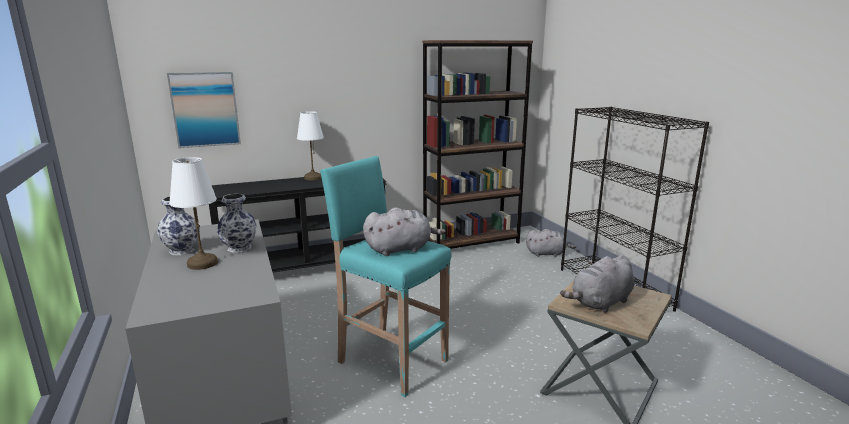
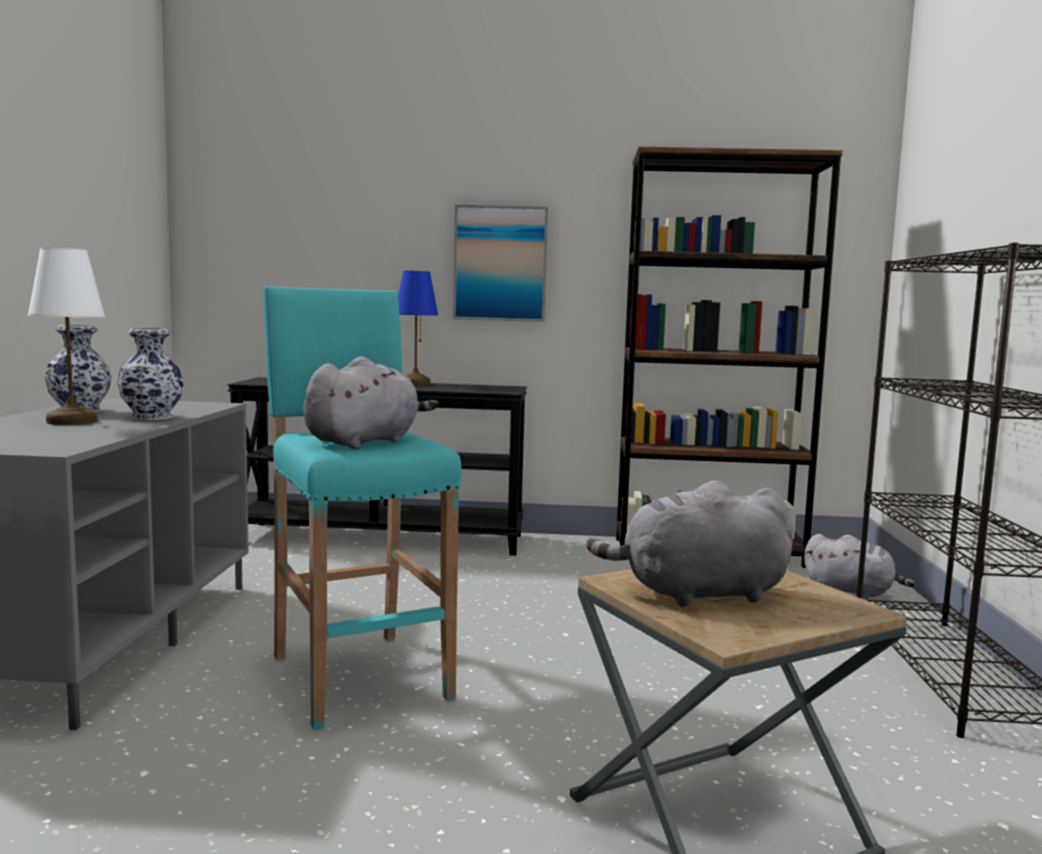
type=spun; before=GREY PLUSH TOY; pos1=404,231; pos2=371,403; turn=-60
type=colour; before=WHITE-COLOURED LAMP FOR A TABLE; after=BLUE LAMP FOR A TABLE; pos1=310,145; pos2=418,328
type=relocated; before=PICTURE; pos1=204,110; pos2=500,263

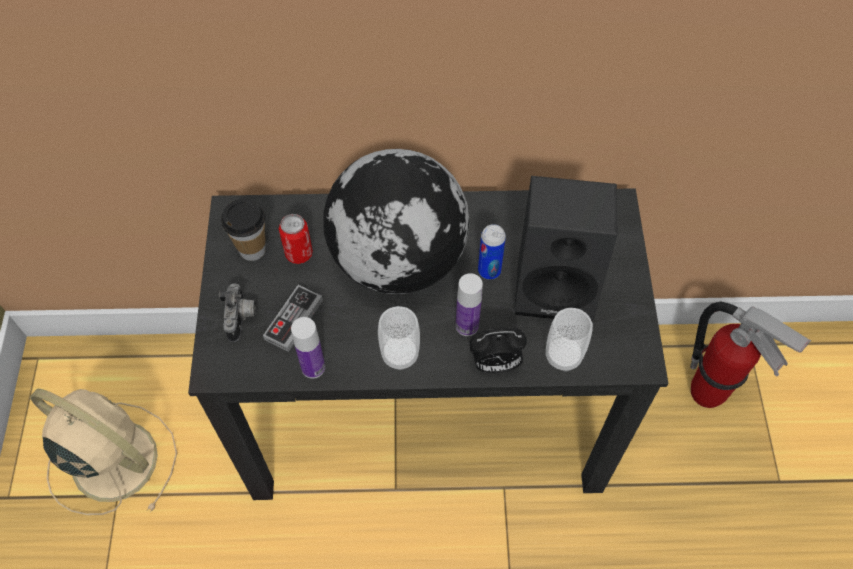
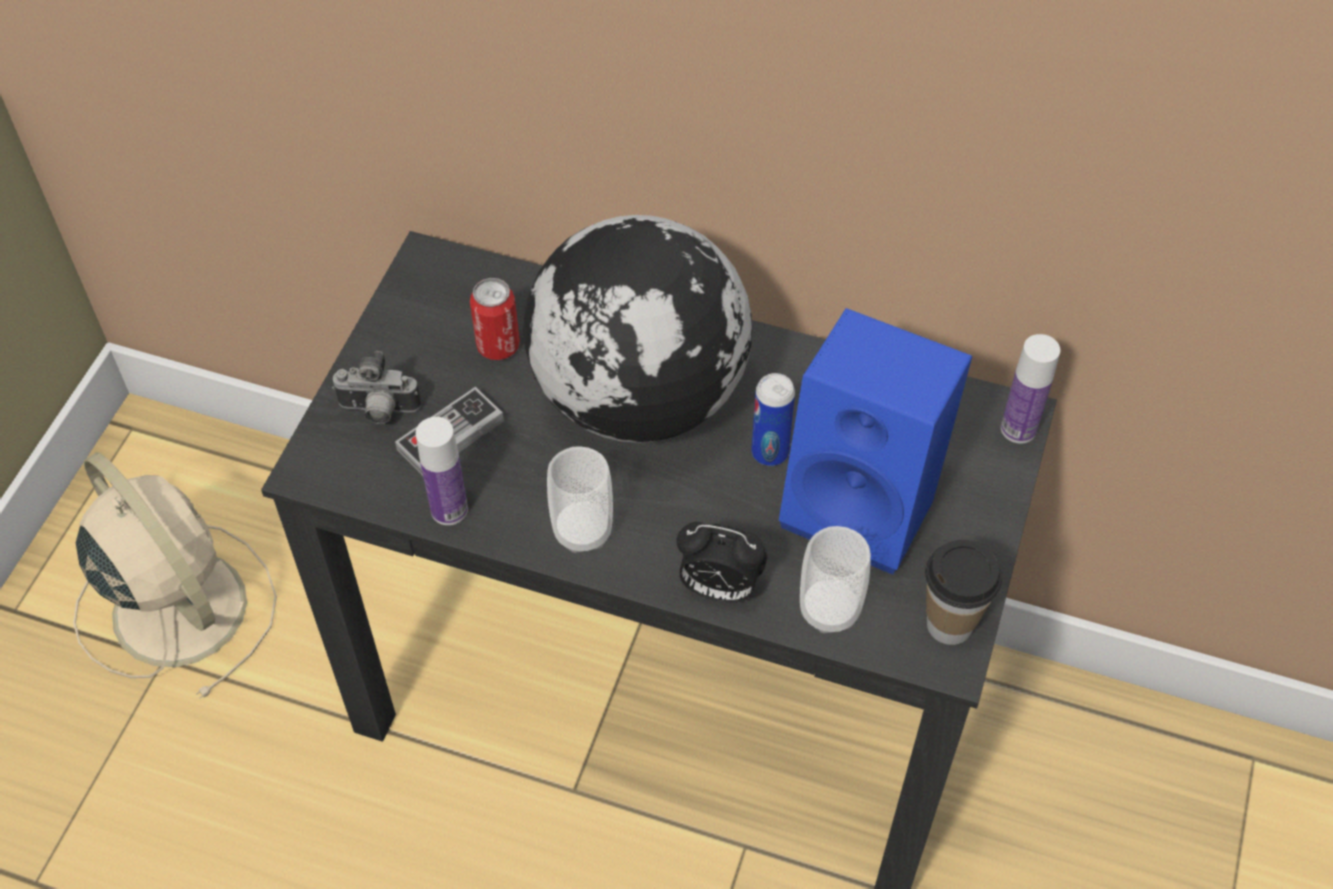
type=spun; before=STILL CAMERA; pos1=237,312; pos2=376,387; turn=75
type=colour; before=BLACK AUDIO SPEAKER; after=BLUE AUDIO SPEAKER; pos1=565,248; pos2=875,441
type=relocated; before=SMALL CUP; pos1=243,229; pos2=963,592
type=relocated; before=BEVERAGE BOTTLE; pos1=469,304; pos2=1030,388
type=missing; before=FIRE EXTINGUISHER; pos1=750,354

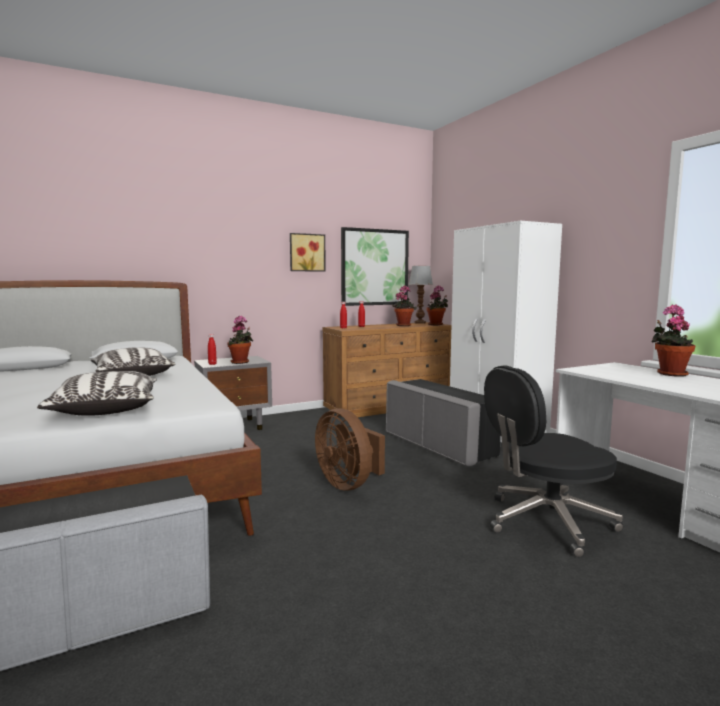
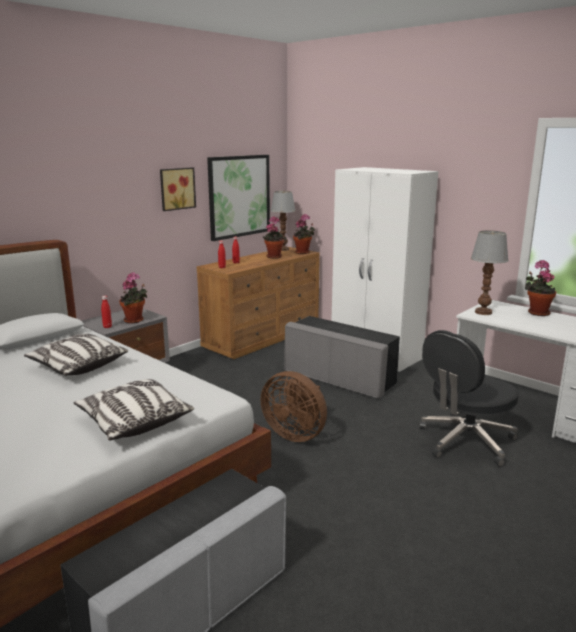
type=appeared; after=LAMP FOR A TABLE; pos2=490,272

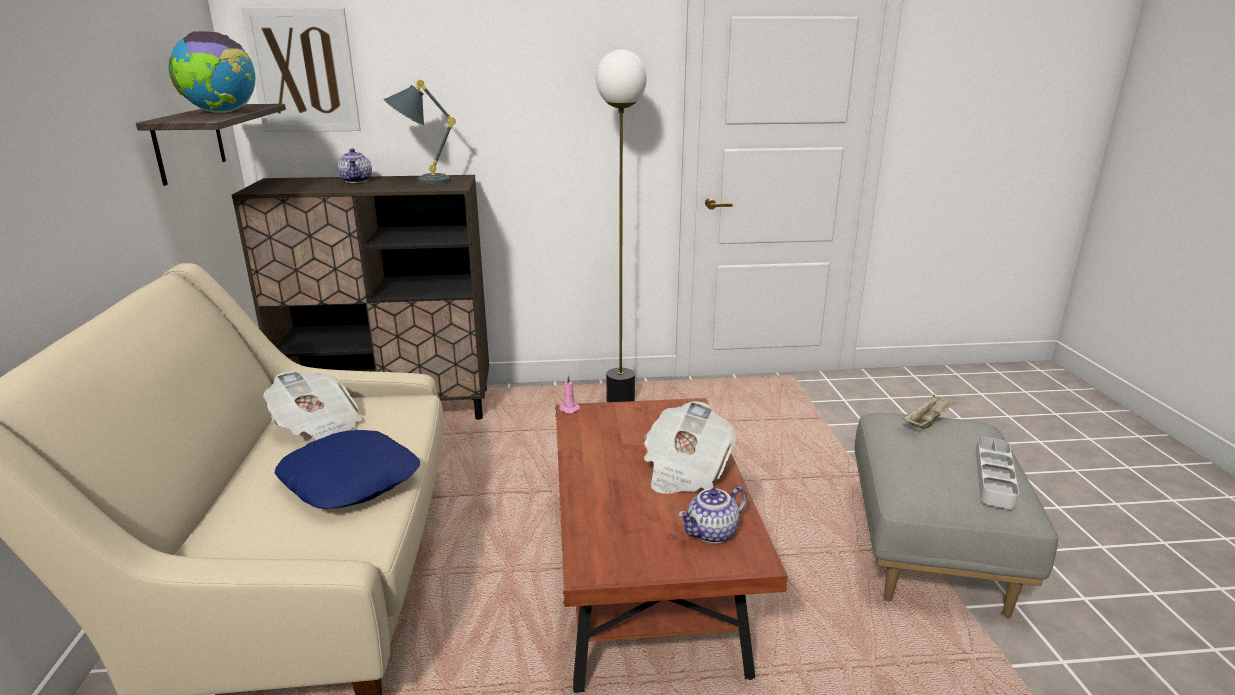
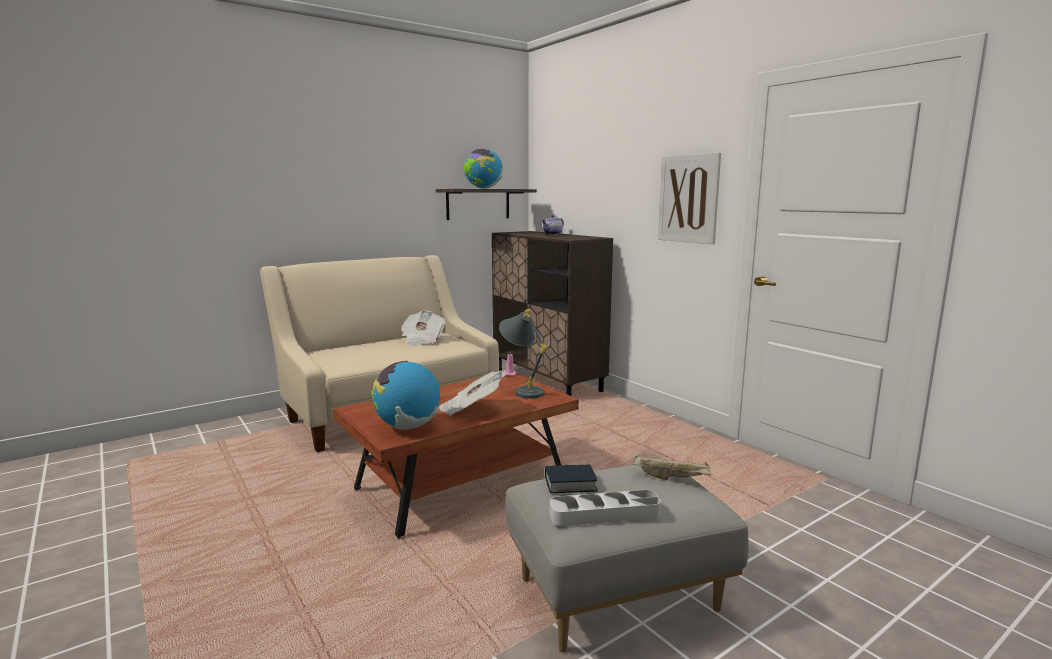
type=exchanged; before=POT FOR TEA; after=WORLD GLOBE; pos1=712,515; pos2=406,395
type=relocated; before=GREY LAMP FOR A TABLE; pos1=420,132; pos2=523,353
type=appeared; after=BOUND BOOK; pos2=571,479
type=relocated; before=PICTURE; pos1=301,69; pos2=689,198
type=missing; before=BLUE PILLOW; pos1=347,469
type=missing; before=STANDARD LAMP; pos1=621,225

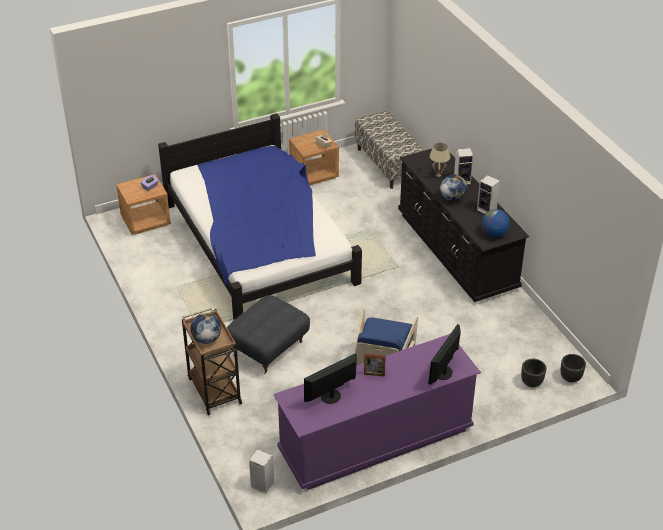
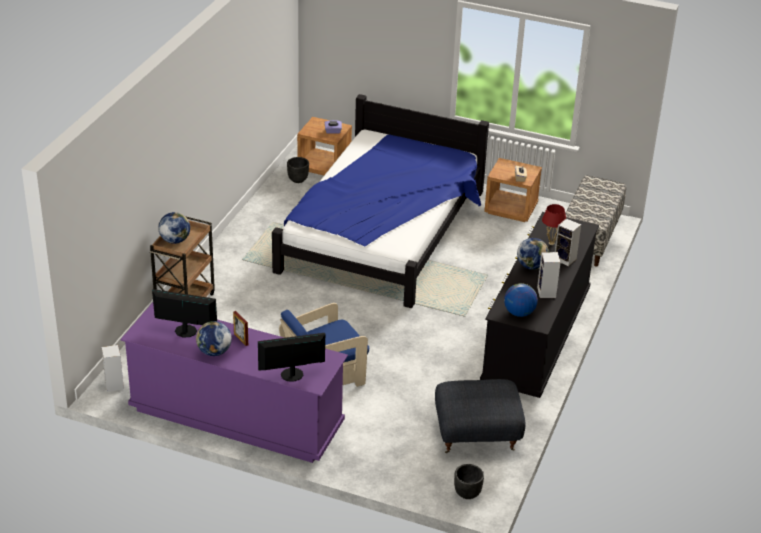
type=appeared; after=WORLD GLOBE; pos2=214,338
type=relocated; before=BLACK PLANT POT; pos1=533,373; pos2=298,170
type=relocated; before=GREY FOOTREST; pos1=268,334; pos2=480,416
type=colour; before=SAND-COLOURED LAMP FOR A TABLE; after=RED LAMP FOR A TABLE; pos1=440,160; pos2=554,224

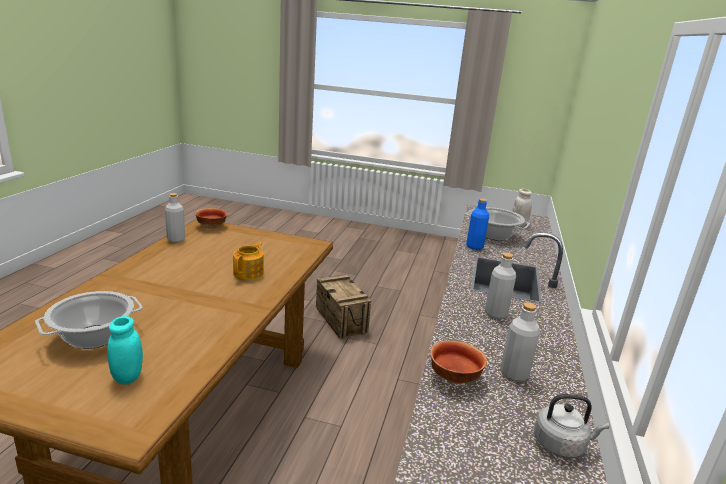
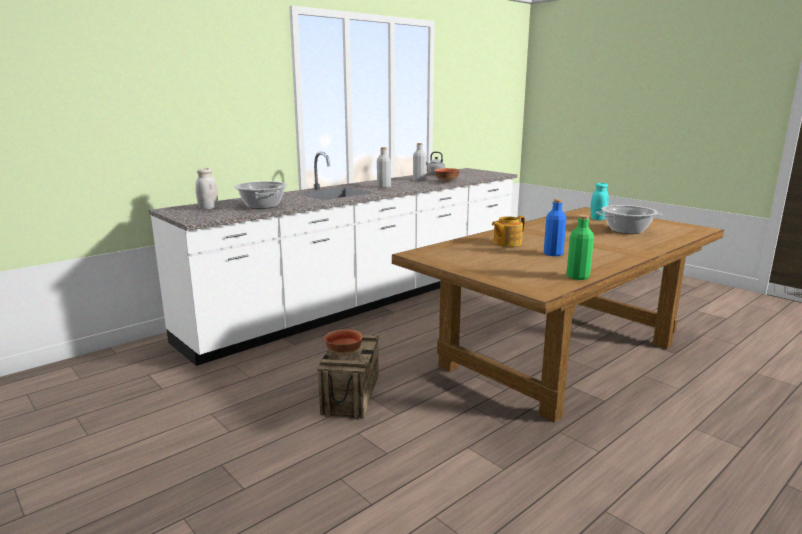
type=relocated; before=SERVING BOWL; pos1=211,218; pos2=343,342
type=relocated; before=BLUE BEVERAGE BOTTLE; pos1=477,224; pos2=555,227
type=colour; before=GREY BEVERAGE BOTTLE; after=GREEN BEVERAGE BOTTLE; pos1=175,218; pos2=580,247

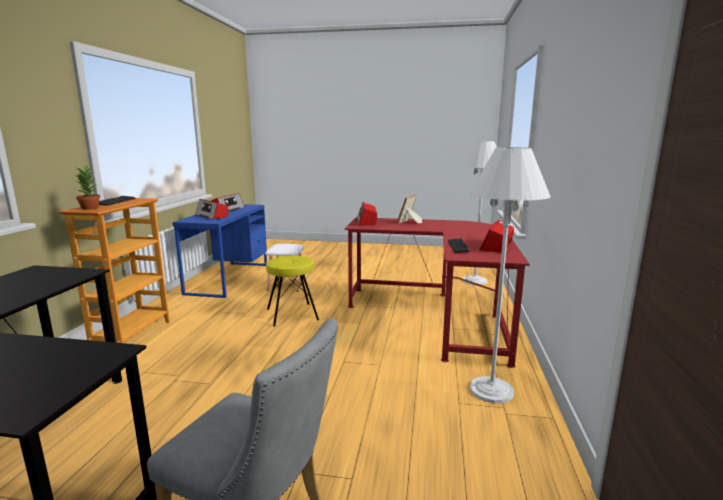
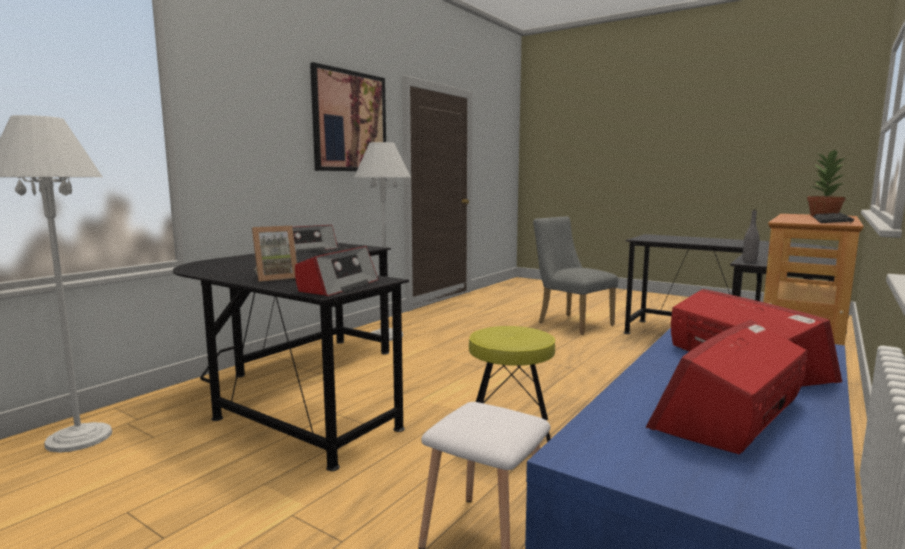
type=colour; before=RED DESK TABLE; after=BLACK DESK TABLE; pos1=437,292; pos2=291,357
type=appeared; after=PICTURE; pos2=348,116
type=appeared; after=GREY BEVERAGE BOTTLE; pos2=751,236

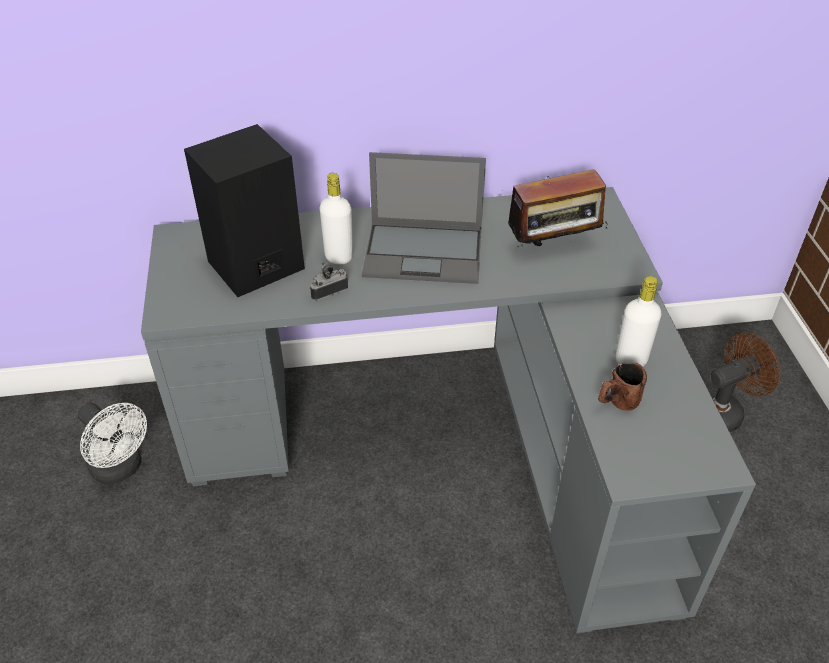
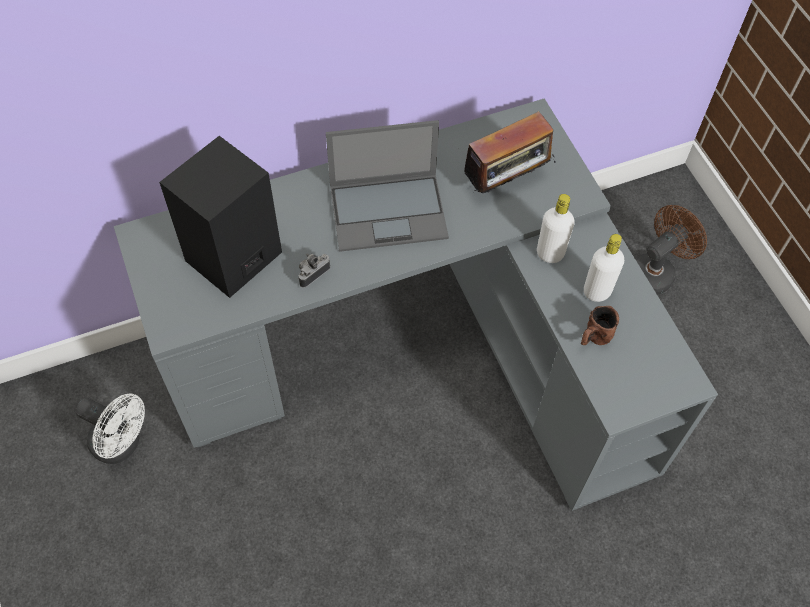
type=relocated; before=WHITE-COLOURED BEVERAGE BOTTLE; pos1=336,219; pos2=556,228

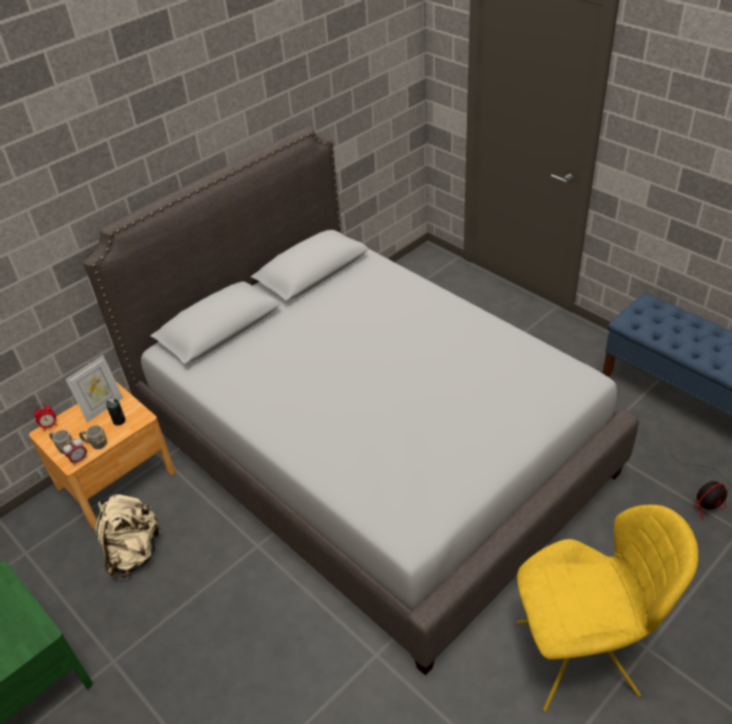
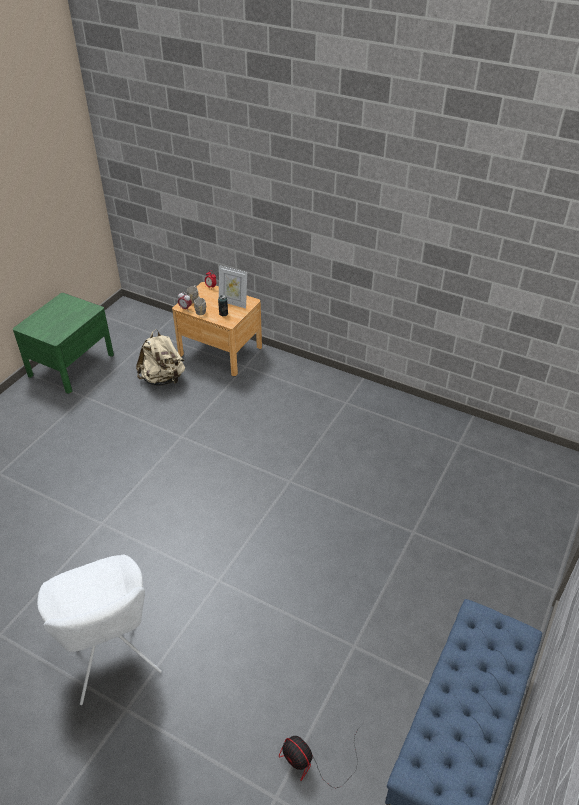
type=colour; before=YELLOW-COLOURED PLAIN CHAIR; after=WHITE-COLOURED PLAIN CHAIR; pos1=607,608; pos2=99,630
type=missing; before=GREY SLEEPING BED; pos1=361,401

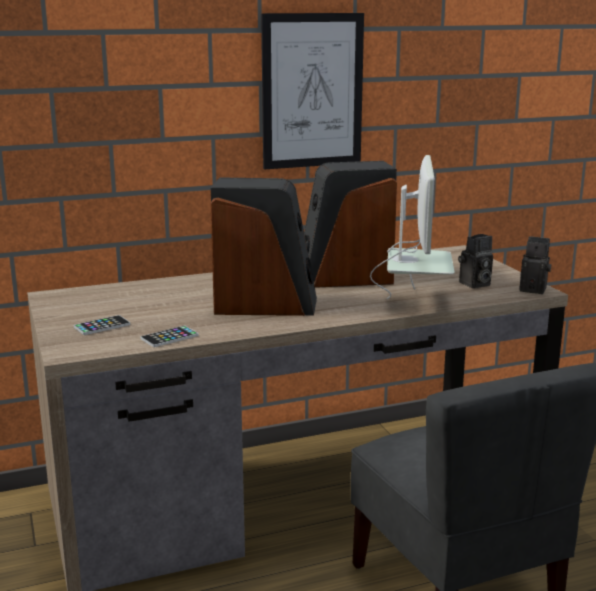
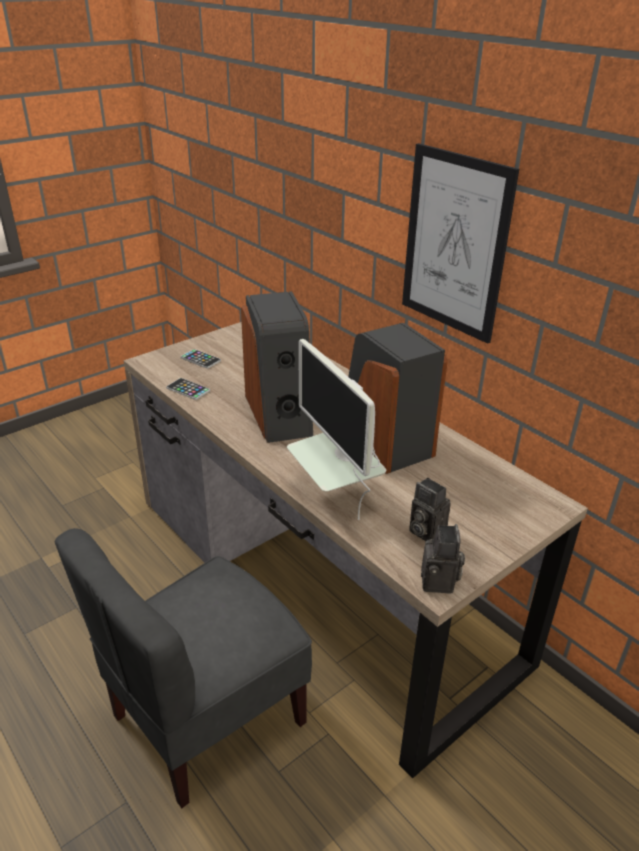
type=spun; before=COMPUTER SCREEN; pos1=412,227; pos2=336,429; turn=75

